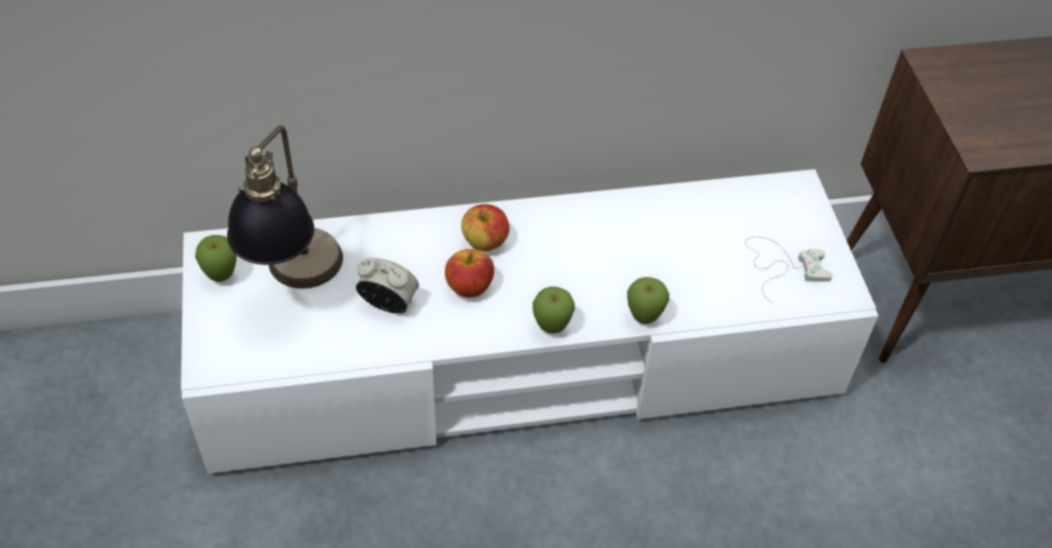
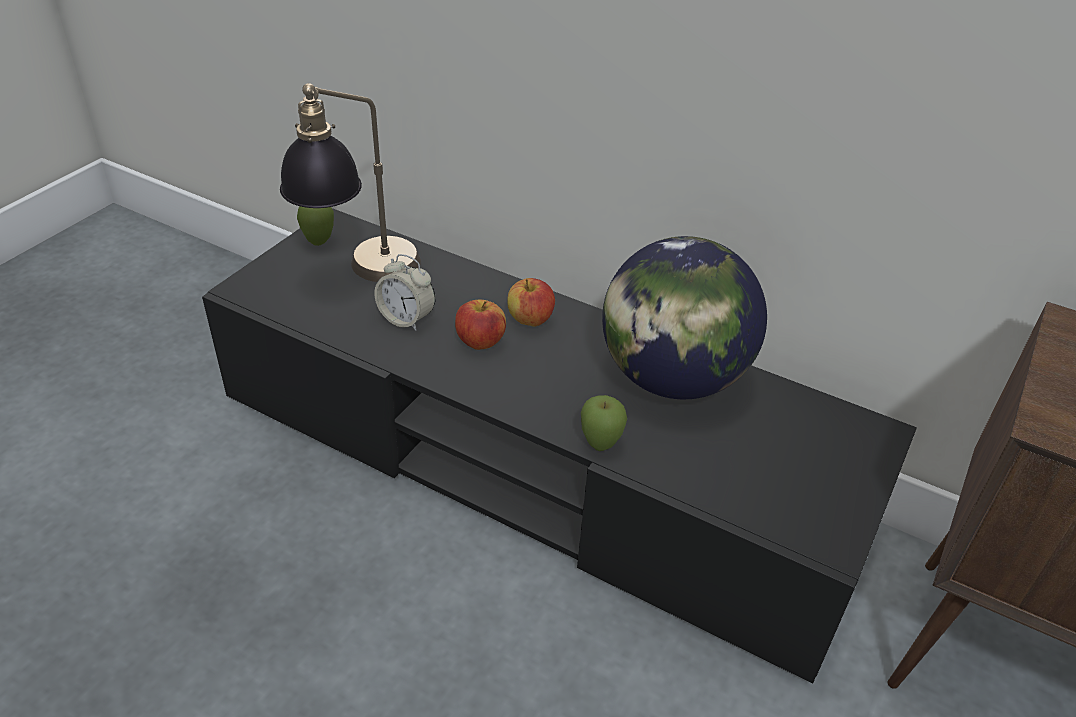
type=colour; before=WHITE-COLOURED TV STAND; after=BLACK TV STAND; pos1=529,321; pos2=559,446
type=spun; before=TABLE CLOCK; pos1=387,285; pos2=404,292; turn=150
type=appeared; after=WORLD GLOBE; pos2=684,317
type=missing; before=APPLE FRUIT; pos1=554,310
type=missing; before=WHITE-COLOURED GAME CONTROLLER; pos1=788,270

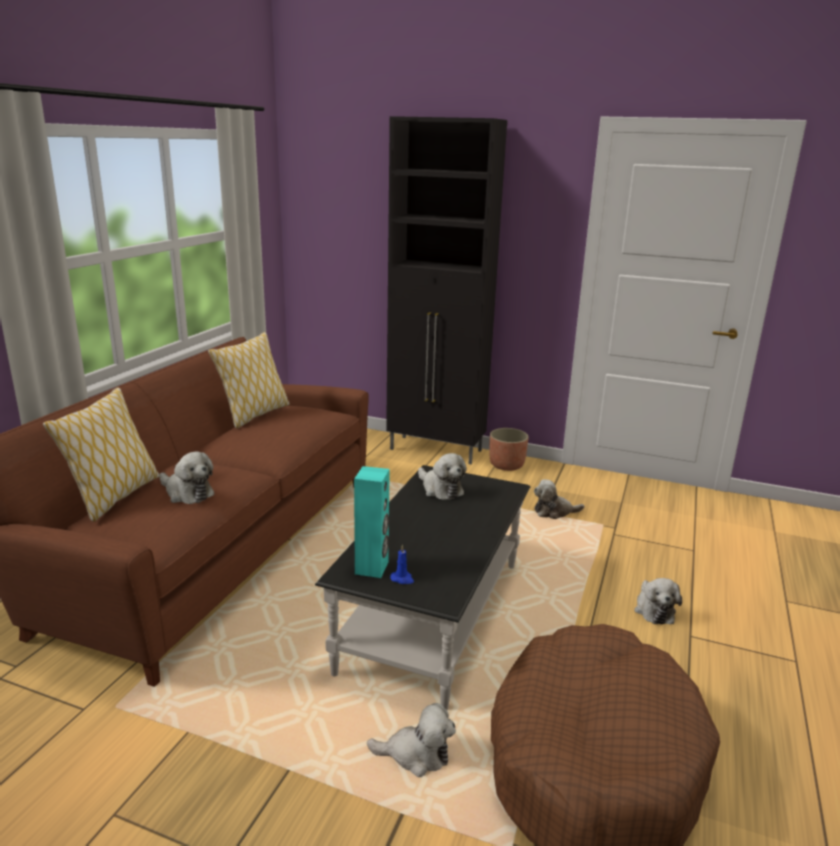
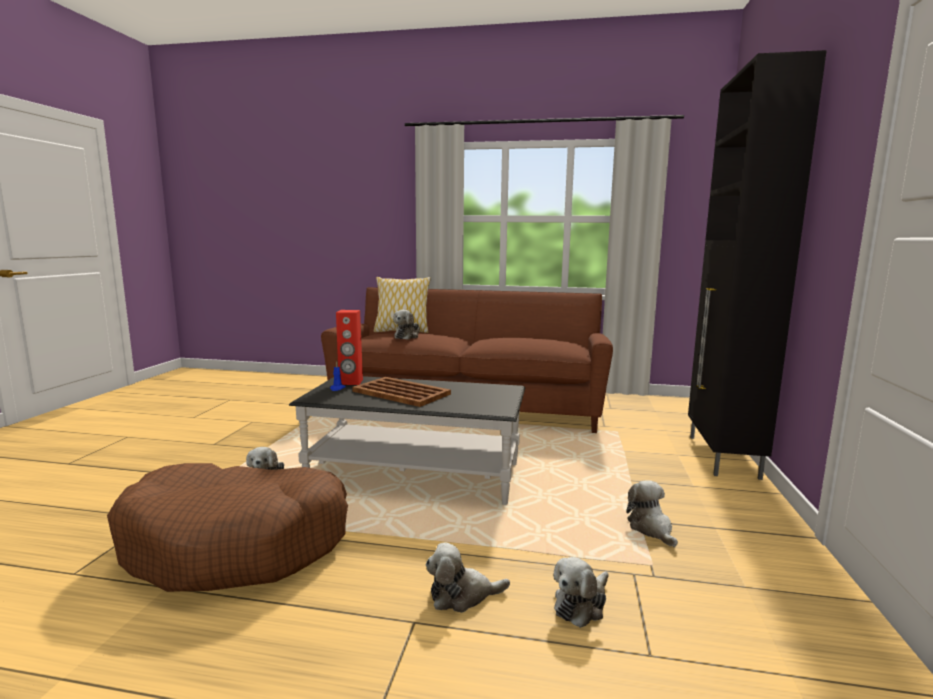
type=colour; before=TURQUOISE AUDIO SPEAKER; after=RED AUDIO SPEAKER; pos1=372,522; pos2=349,347
type=appeared; after=BROWN CARRYING TRAY; pos2=401,392
type=relocated; before=PLUSH TOY; pos1=442,476; pos2=581,592
type=missing; before=PILLOW; pos1=248,380
type=missing; before=PLANT POT; pos1=509,449

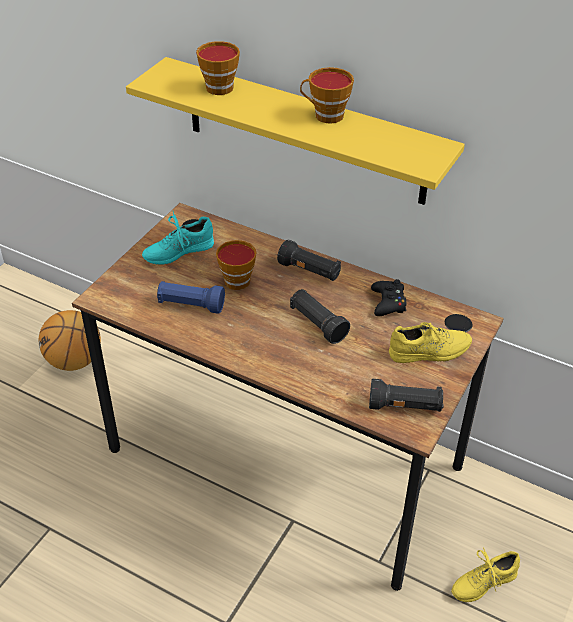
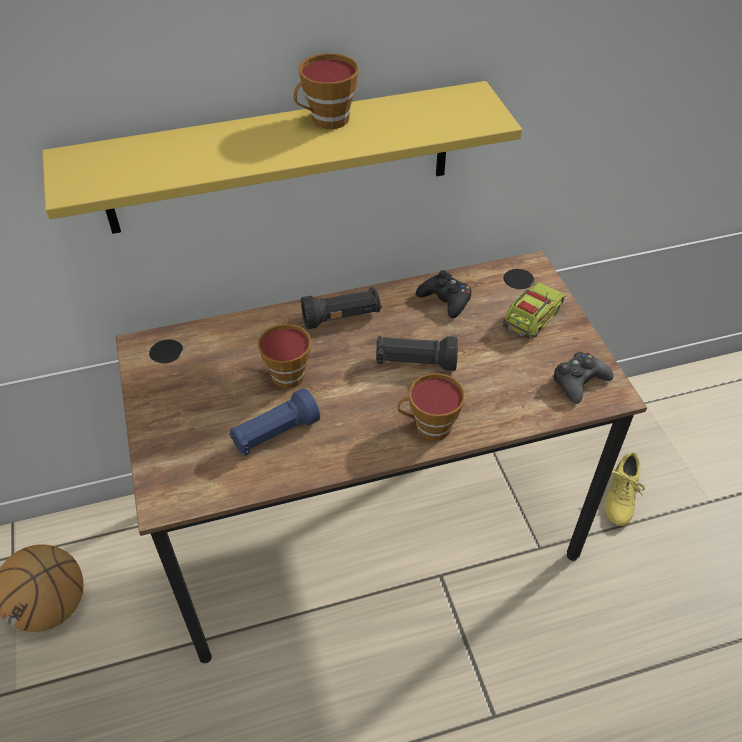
type=relocated; before=SMALL CUP; pos1=218,68; pos2=431,407
type=exchanged; before=YELLOW-COLOURED LOW SHOE; after=TOY LORRY; pos1=430,342; pos2=533,310
type=exchanged; before=BLACK TORCH; after=BLACK GAME CONTROLLER; pos1=406,395; pos2=583,377
type=missing; before=TURQUOISE LOW SHOE; pos1=178,238

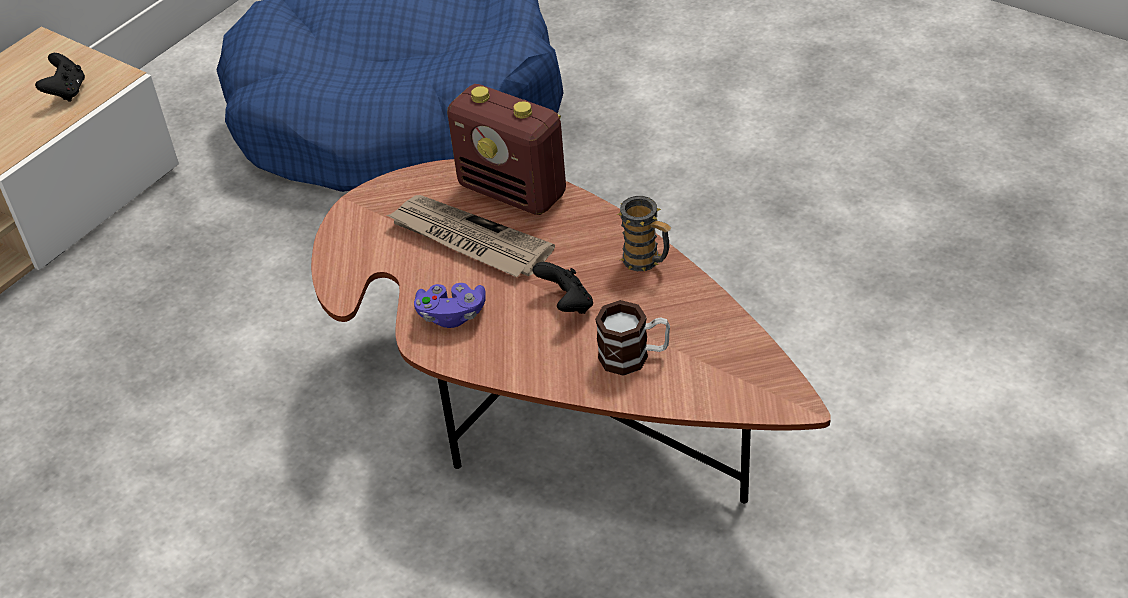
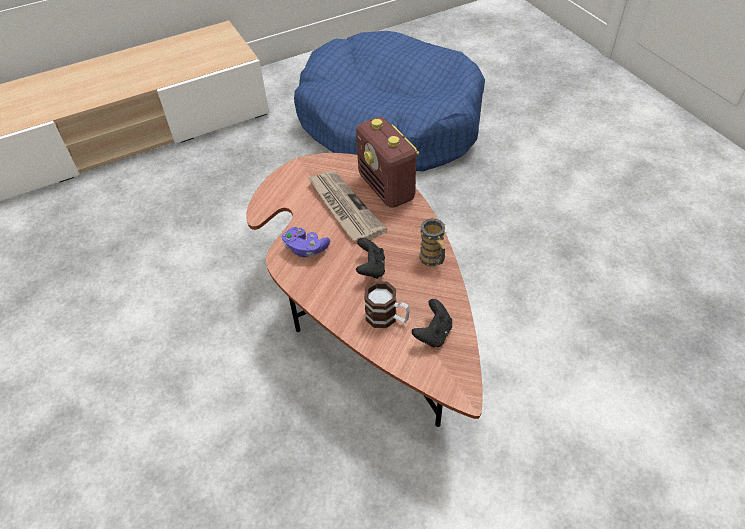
type=relocated; before=BLACK GAME CONTROLLER; pos1=60,77; pos2=431,323

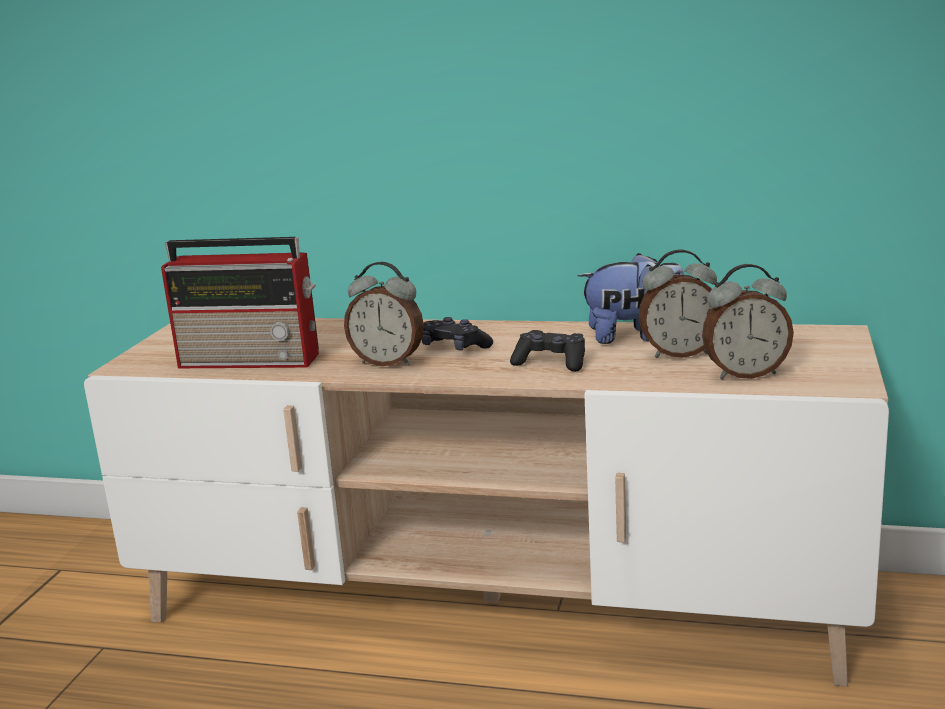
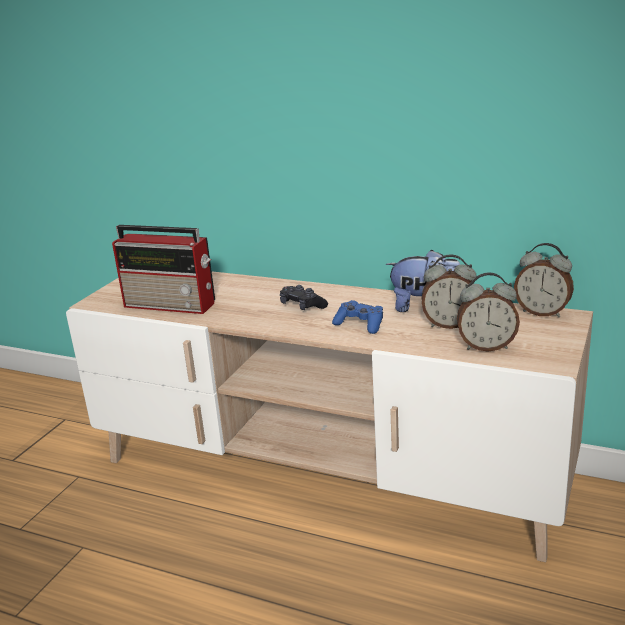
type=colour; before=BLACK GAME CONTROLLER; after=BLUE GAME CONTROLLER; pos1=547,350; pos2=357,317
type=relocated; before=TABLE CLOCK; pos1=384,314; pos2=544,280

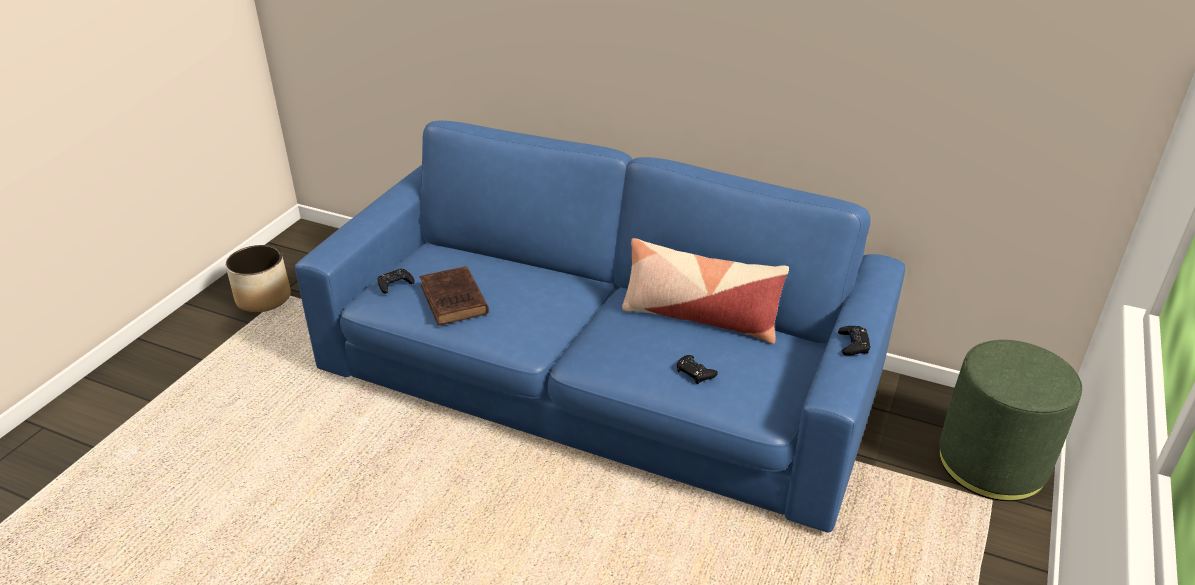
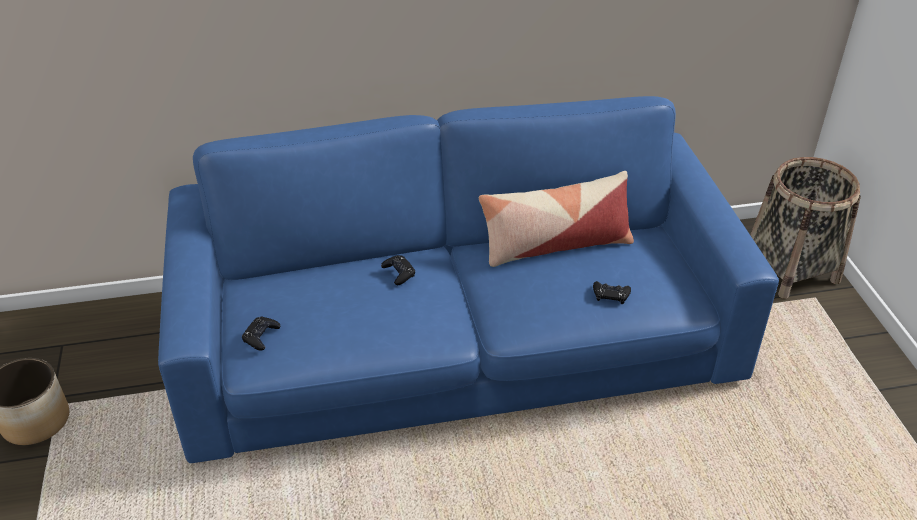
type=relocated; before=BLACK GAME CONTROLLER; pos1=854,341; pos2=398,270
type=exchanged; before=GREEN FOOTREST; after=STORAGE BASKET; pos1=1010,420; pos2=805,228
type=missing; before=BROWN BOUND BOOK; pos1=454,296

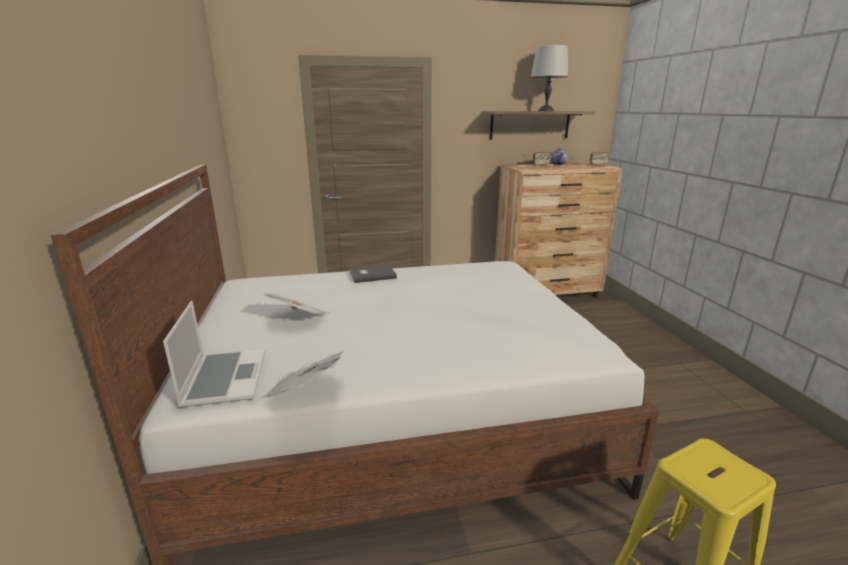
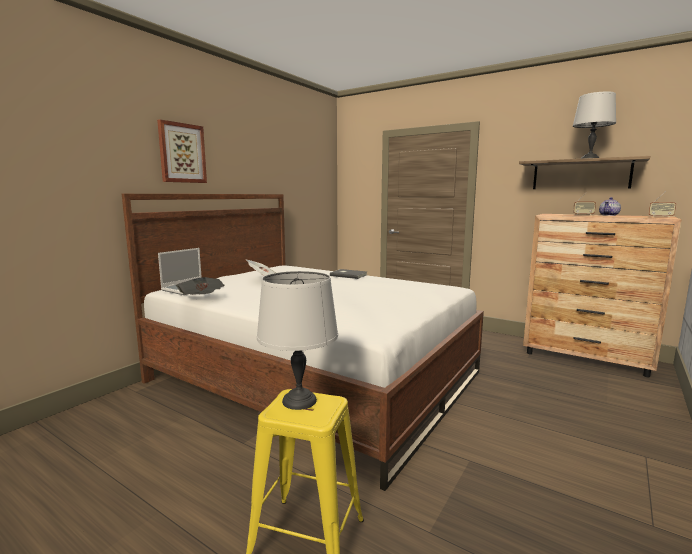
type=appeared; after=PICTURE; pos2=182,151
type=appeared; after=GREY LAMP FOR A TABLE; pos2=297,340

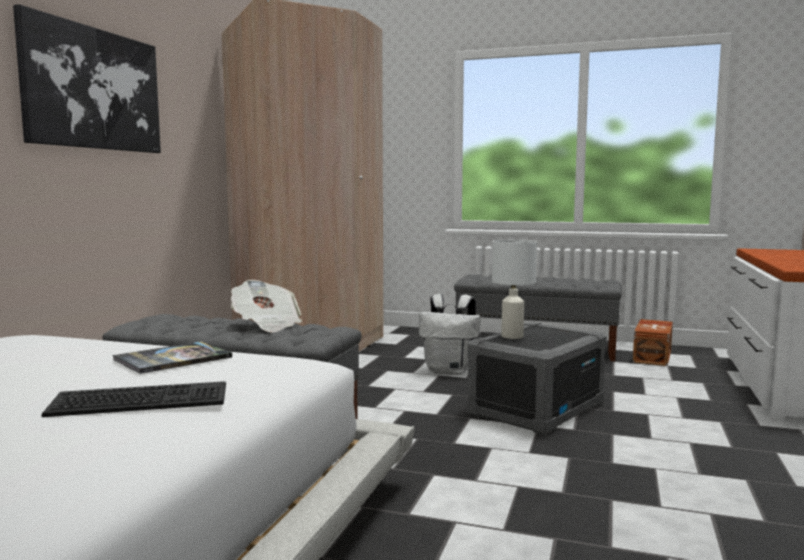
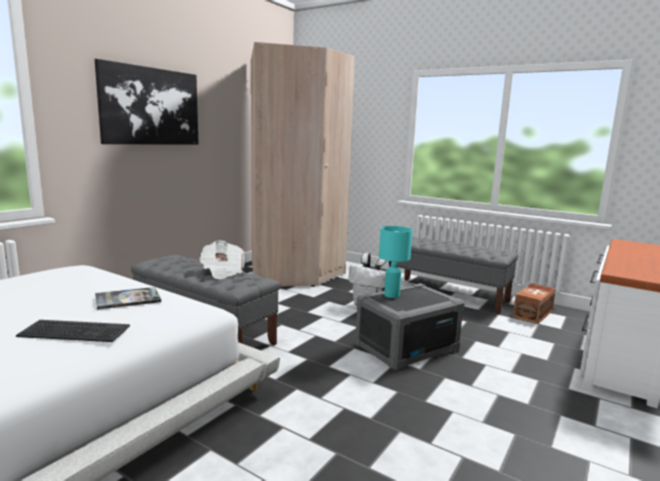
type=colour; before=WHITE-COLOURED LAMP FOR A TABLE; after=TURQUOISE LAMP FOR A TABLE; pos1=514,289; pos2=396,262

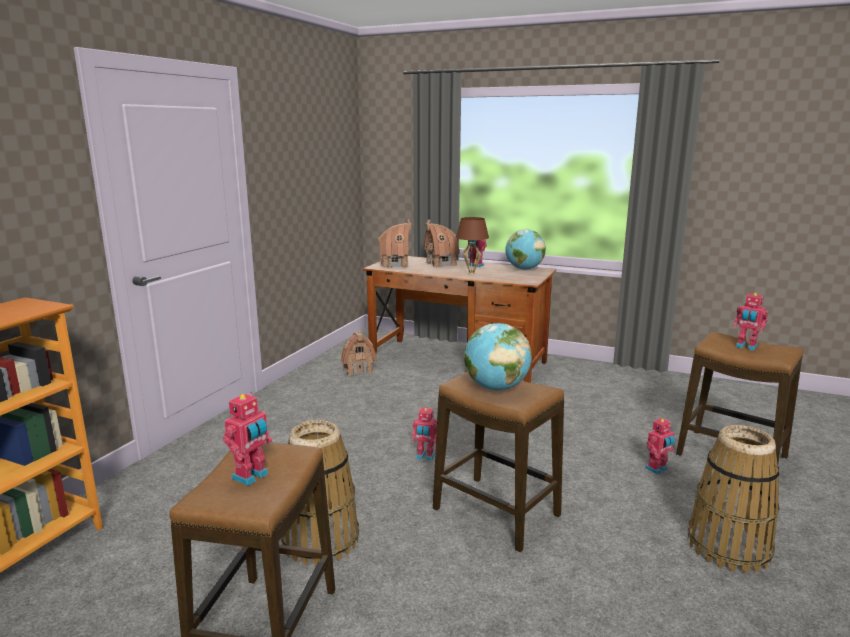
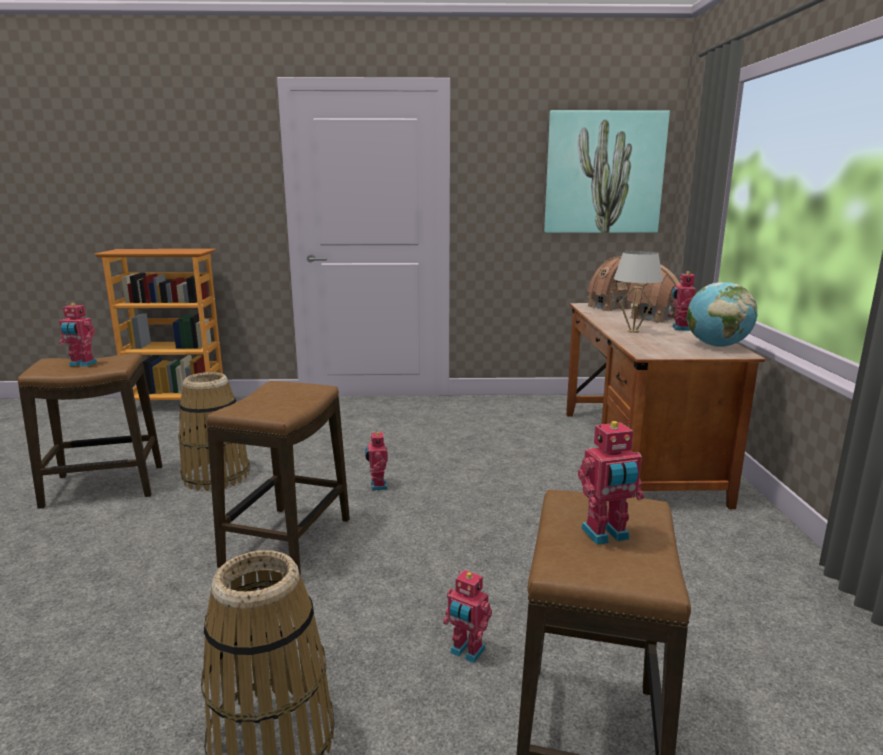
type=appeared; after=PICTURE; pos2=607,171
type=spun; before=TOY ROBOT; pos1=751,321; pos2=611,483; turn=-120
type=colour; before=BROWN LAMP FOR A TABLE; after=WHITE-COLOURED LAMP FOR A TABLE; pos1=472,246; pos2=638,292
type=missing; before=MINIATURE HOUSE; pos1=359,353
type=missing; before=WORLD GLOBE; pos1=498,356

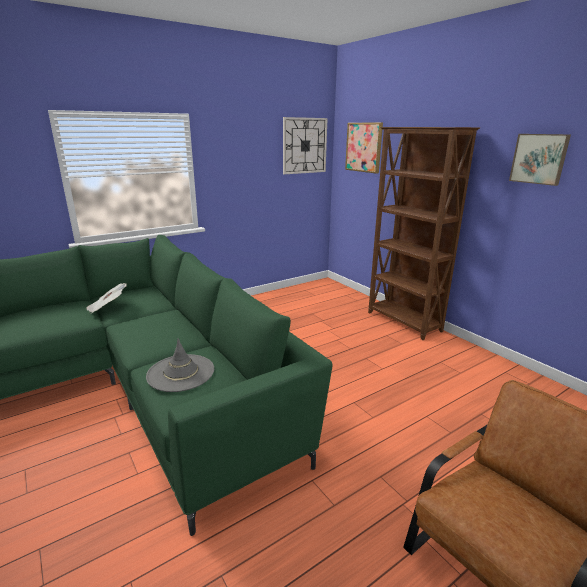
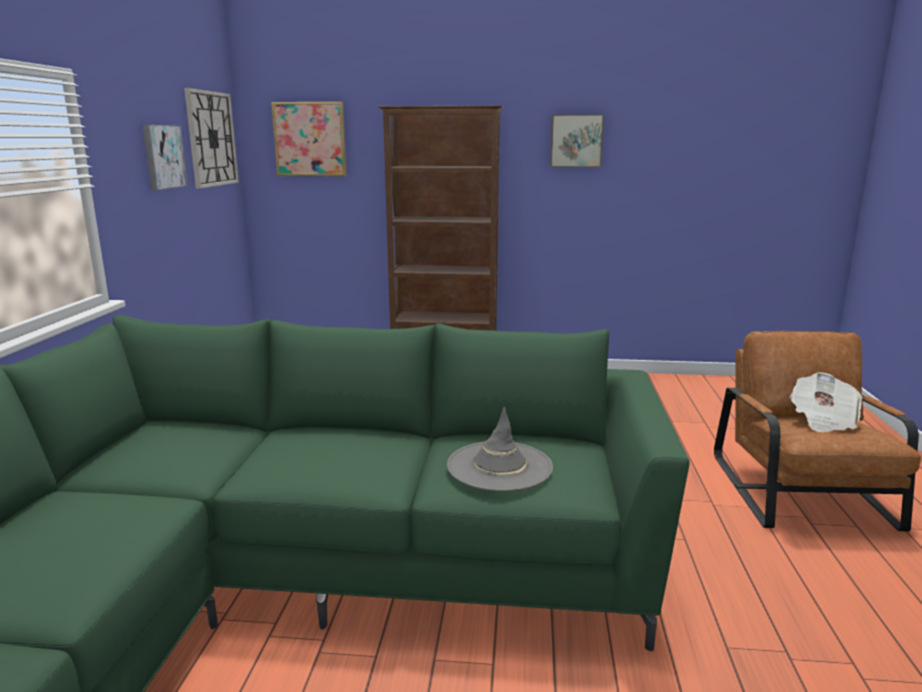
type=appeared; after=PICTURE; pos2=165,157
type=relocated; before=DAILY PAPER; pos1=106,298; pos2=826,402

